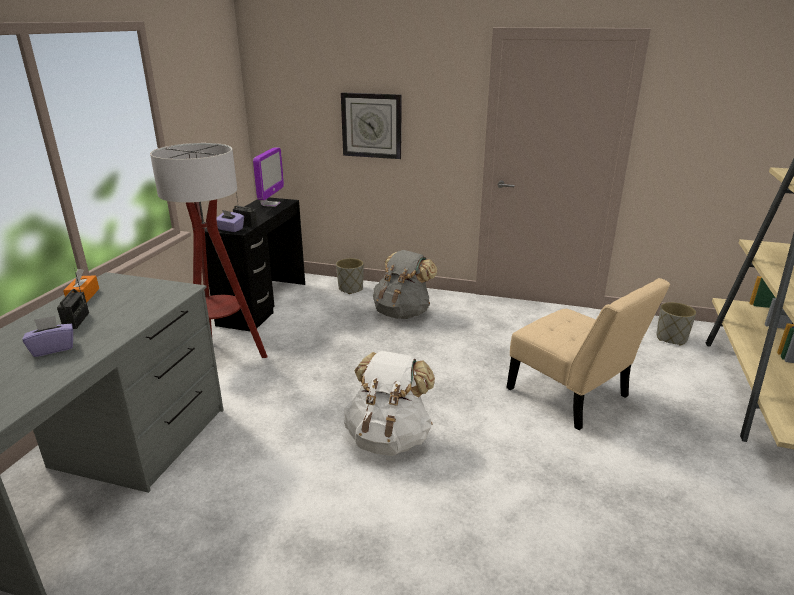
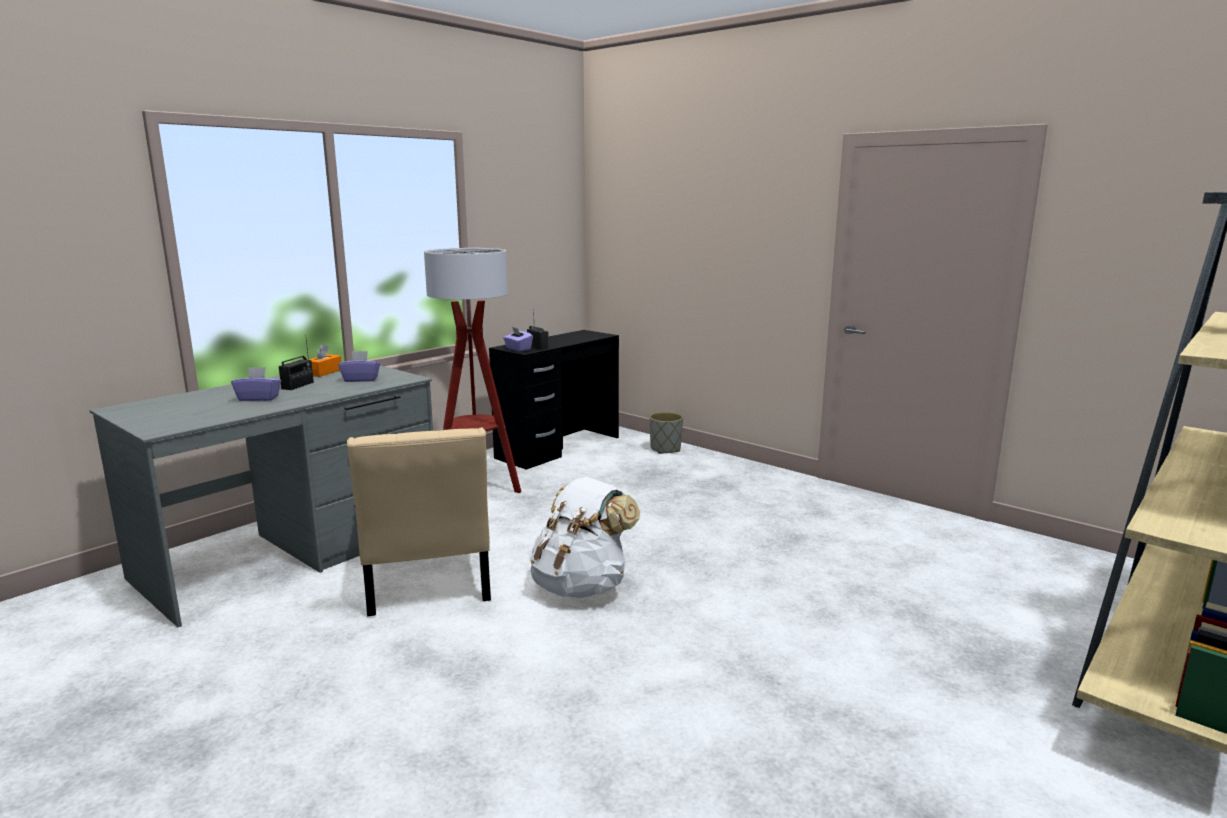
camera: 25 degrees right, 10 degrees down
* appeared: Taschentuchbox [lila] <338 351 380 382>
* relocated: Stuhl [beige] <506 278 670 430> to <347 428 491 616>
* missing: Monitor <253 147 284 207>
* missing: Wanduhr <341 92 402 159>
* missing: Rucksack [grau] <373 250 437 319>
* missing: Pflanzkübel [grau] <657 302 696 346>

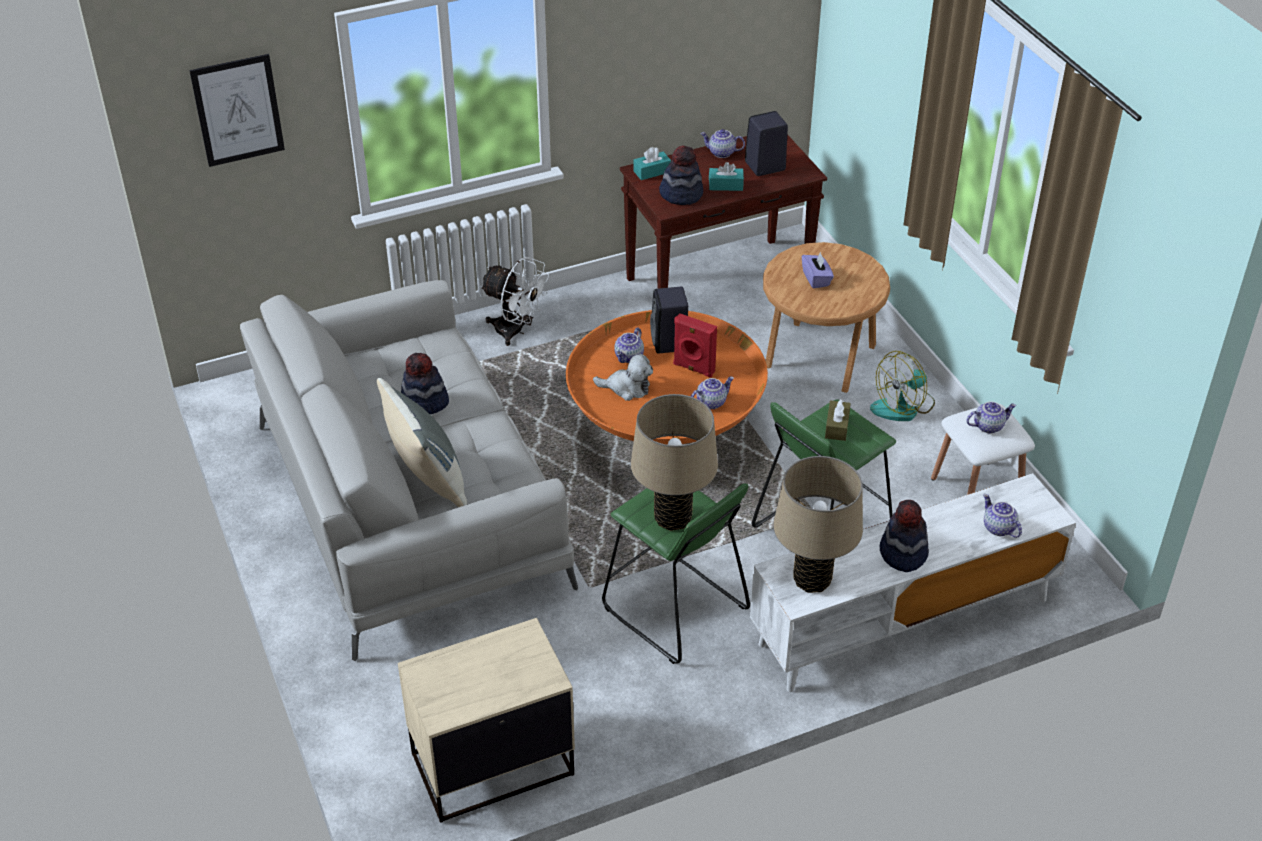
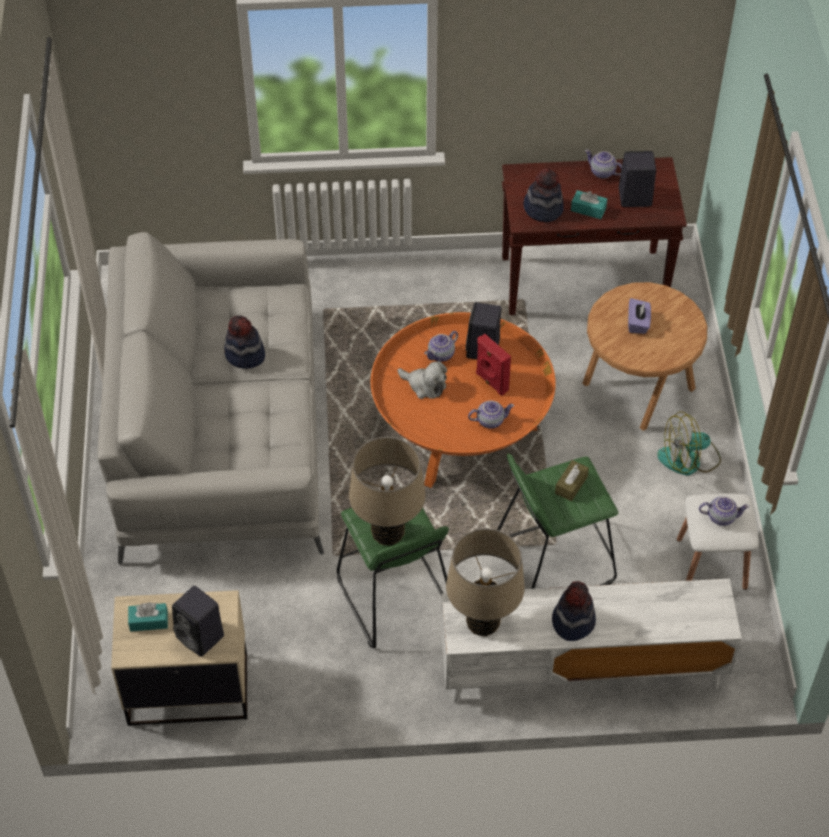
camera: 20 degrees right, 10 degrees up
* relocated: Taschentuchbox [türkis] <634 147 671 180> to <128 602 168 632>
* appeared: Lautsprecher [schwarz] <172 586 224 657>
* missing: Bild <189 54 285 167>
* missing: Kissen [grau] <377 378 467 507>
* missing: Ventilator [weiß] <480 257 549 346>
* missing: Teekanne <983 494 1022 538>

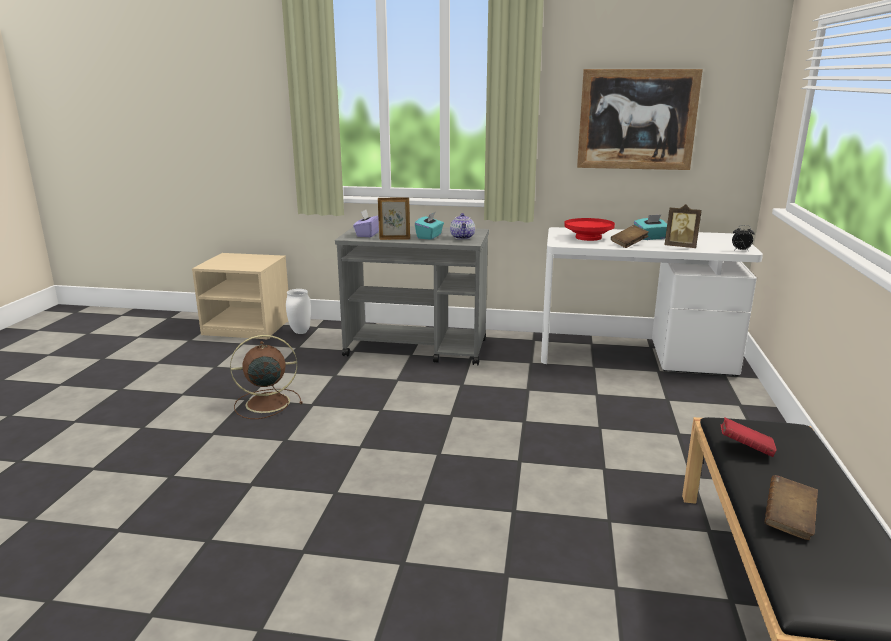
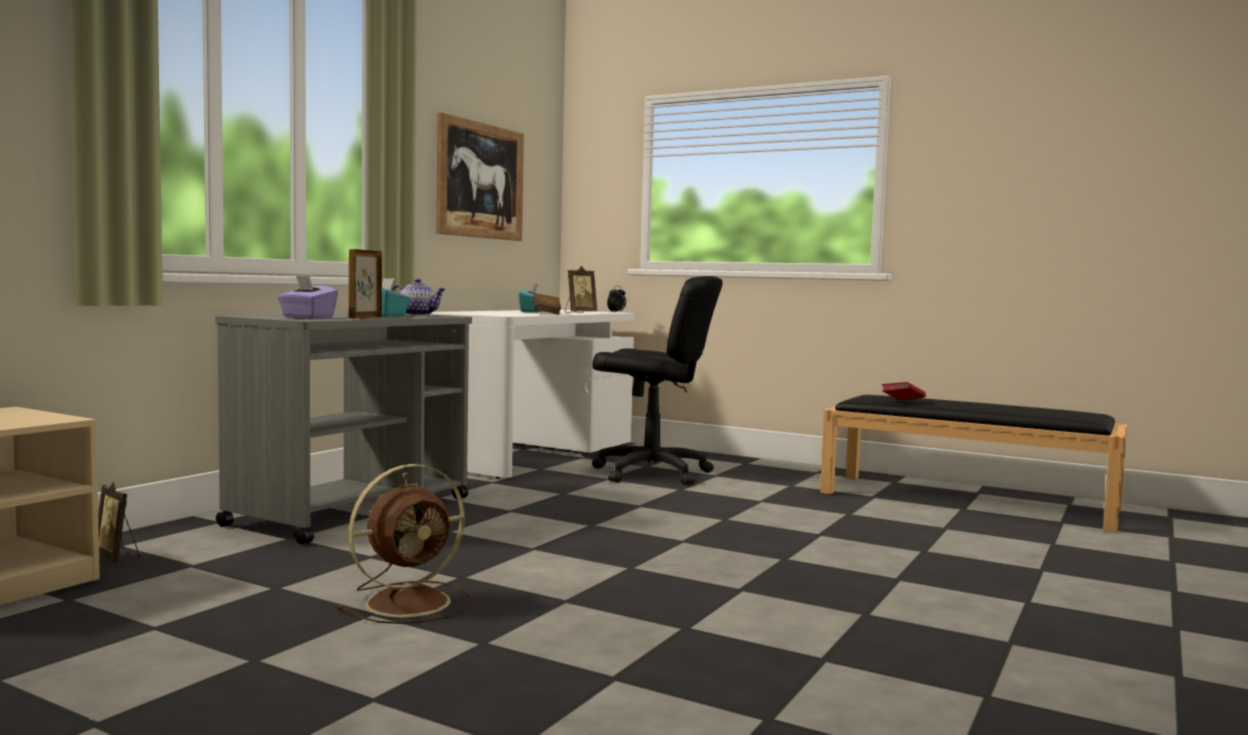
camera: 70 degrees left, 15 degrees down
* exchanged: Vase [weiß] <286 289 311 334> to Bilderrahmen <98 482 140 562>
* spun: Ventilator [braun] <230 335 303 419> = <337 464 472 624> 135 degrees counterclockwise
* appeared: Bürostuhl [schwarz] <592 276 723 485>
* missing: Schüssel [rot] <564 218 615 241>
* missing: Buch [braun] <764 475 818 540>

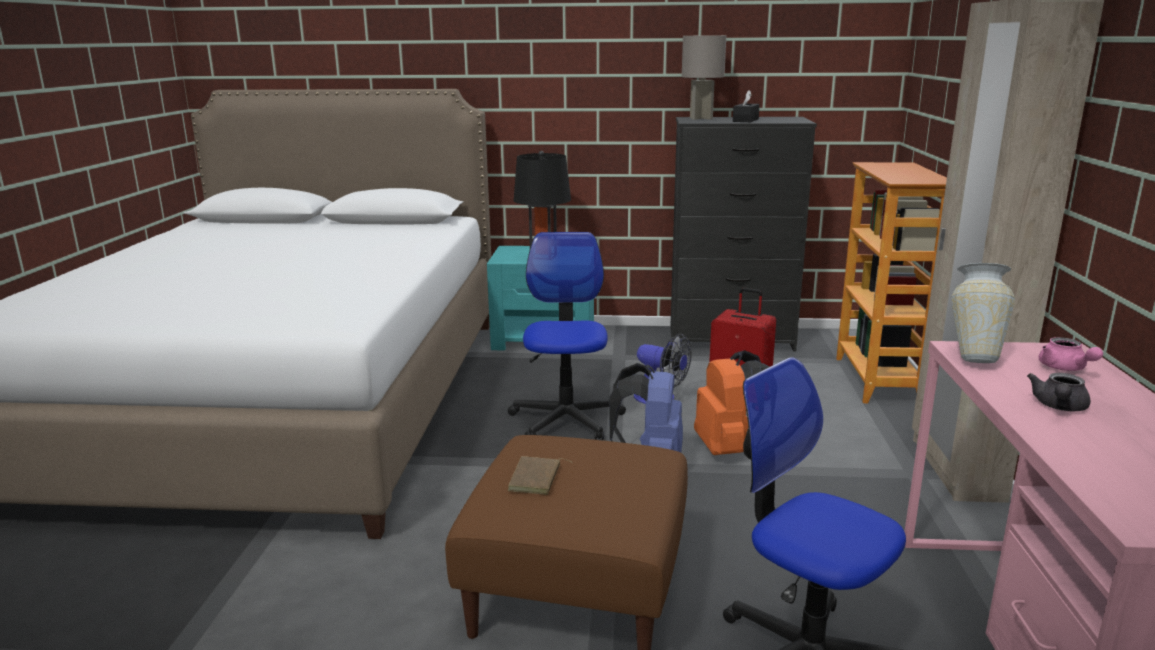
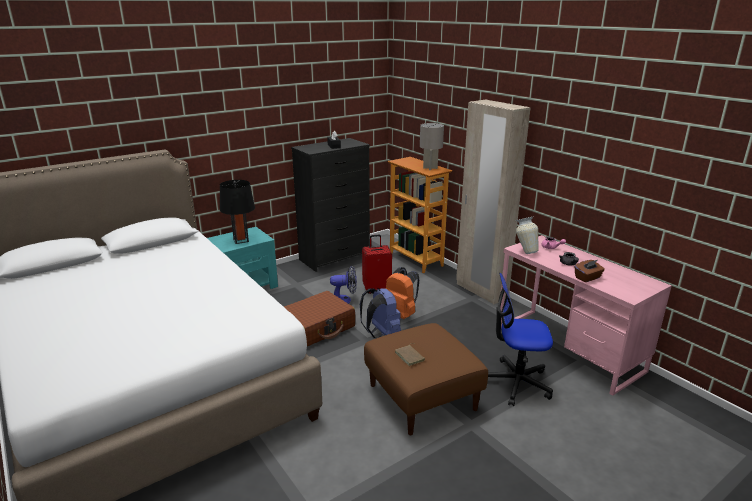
camera: 40 degrees left, 5 degrees up
* exchanged: Bürostuhl <508 232 626 440> to Koffer [braun] <284 291 355 346>
* relocated: Tischlampe [grau] <682 35 726 120> to <420 123 444 170>
* appeared: Taschentuchbox [braun] <575 260 605 282>

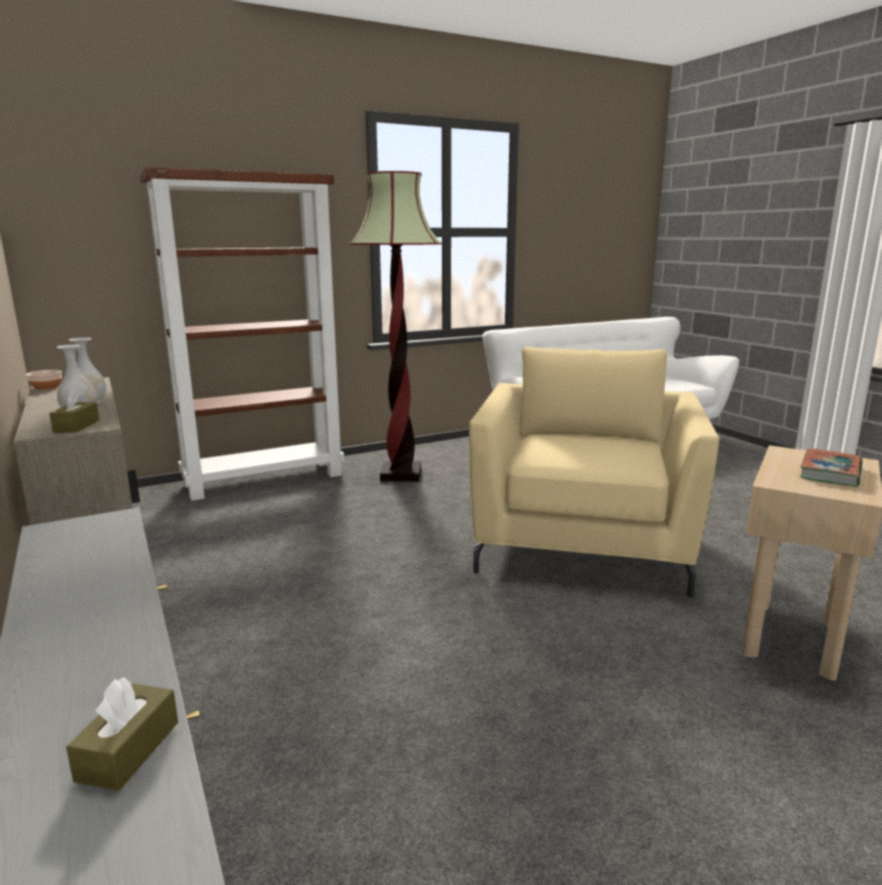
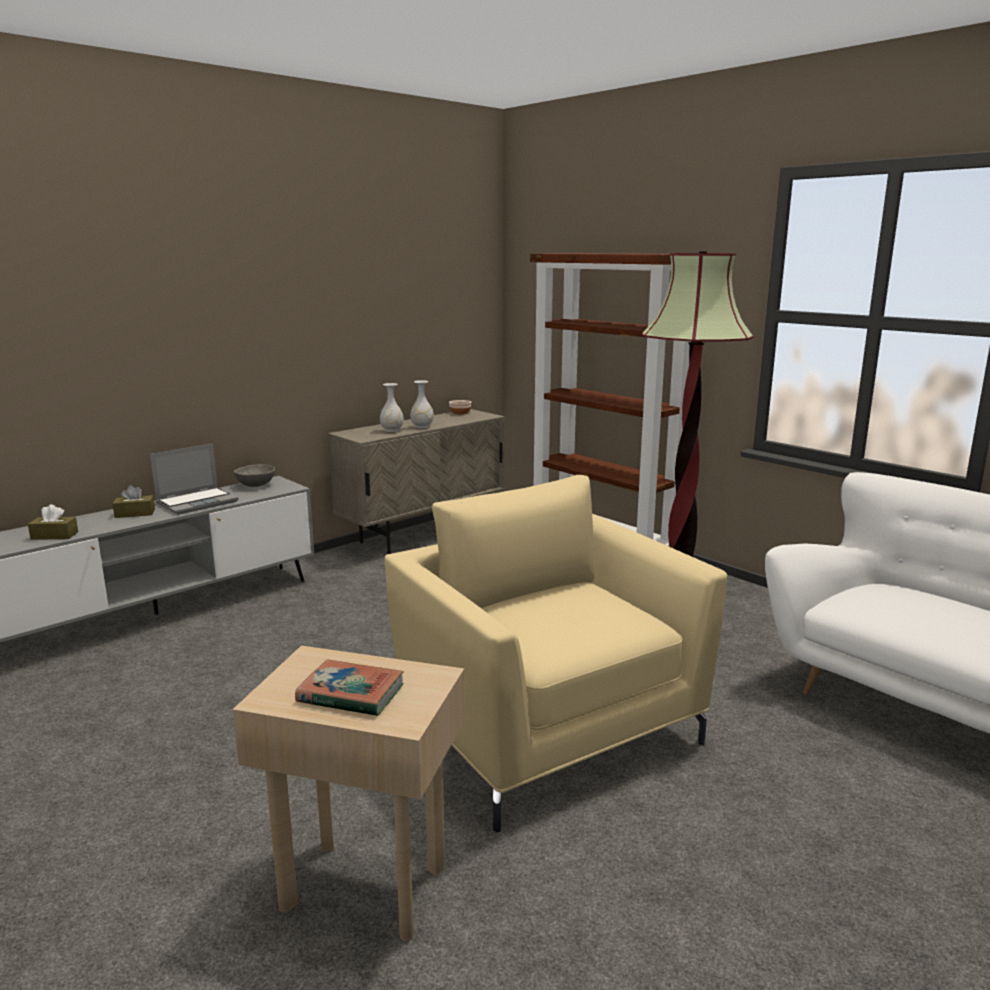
camera: 75 degrees right, 0 degrees up
* relocated: Taschentuchbox [braun] <49 389 99 432> to <112 485 155 518>
* appeared: Laptop <150 443 239 515>
* appeared: Schüssel [grau] <234 464 275 487>
* spun: Sessel [beige] <469 347 719 597> = <385 475 727 832> 120 degrees counterclockwise

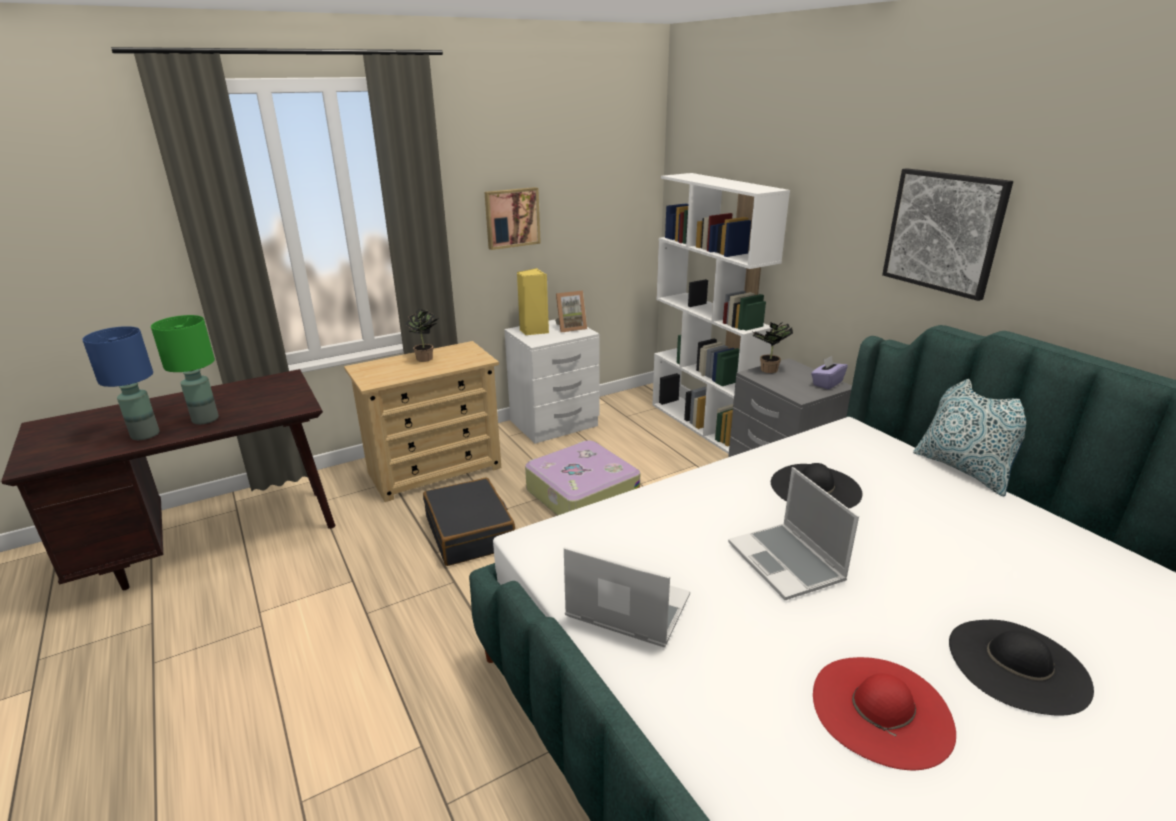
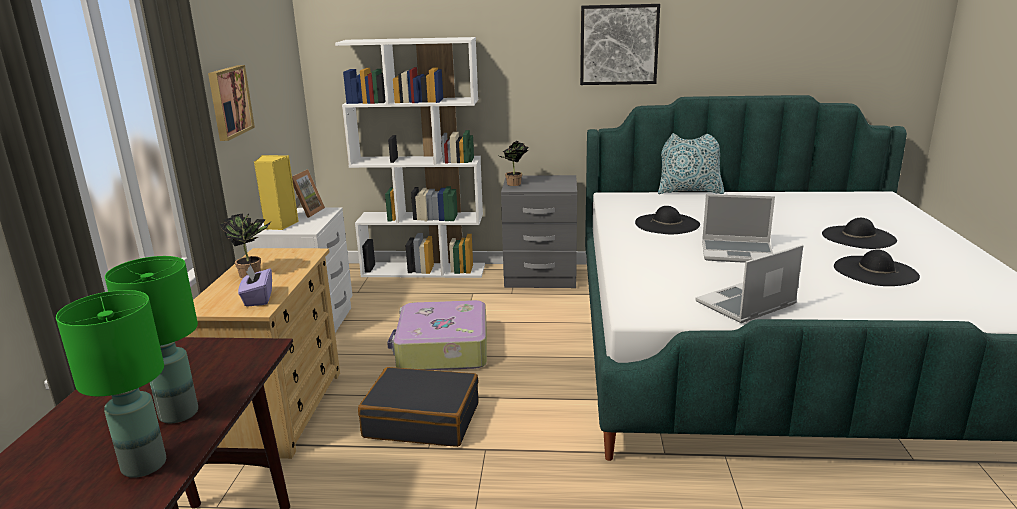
camera: 55 degrees left, 5 degrees down
* colour: Tischlampe [blau] <82 326 159 440> to Tischlampe [grün] <56 290 166 478>
* relocated: Taschentuchbox [lila] <811 356 848 390> to <238 265 272 307>
* colour: Hut [rot] <813 657 956 770> to Hut [schwarz] <834 249 920 286>

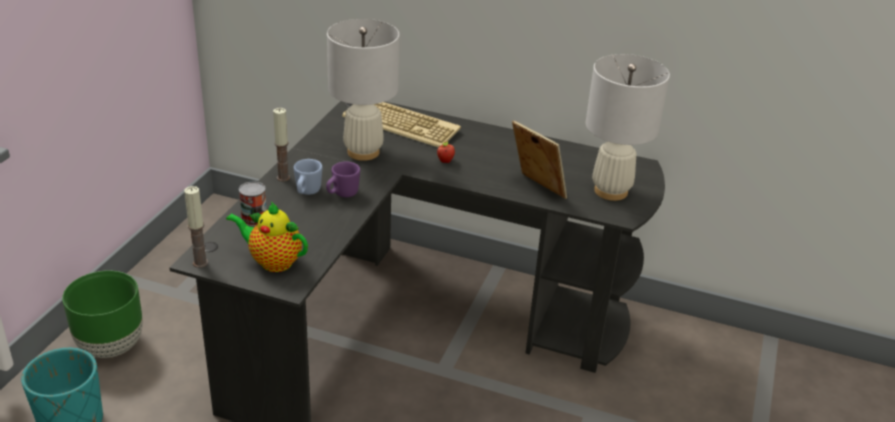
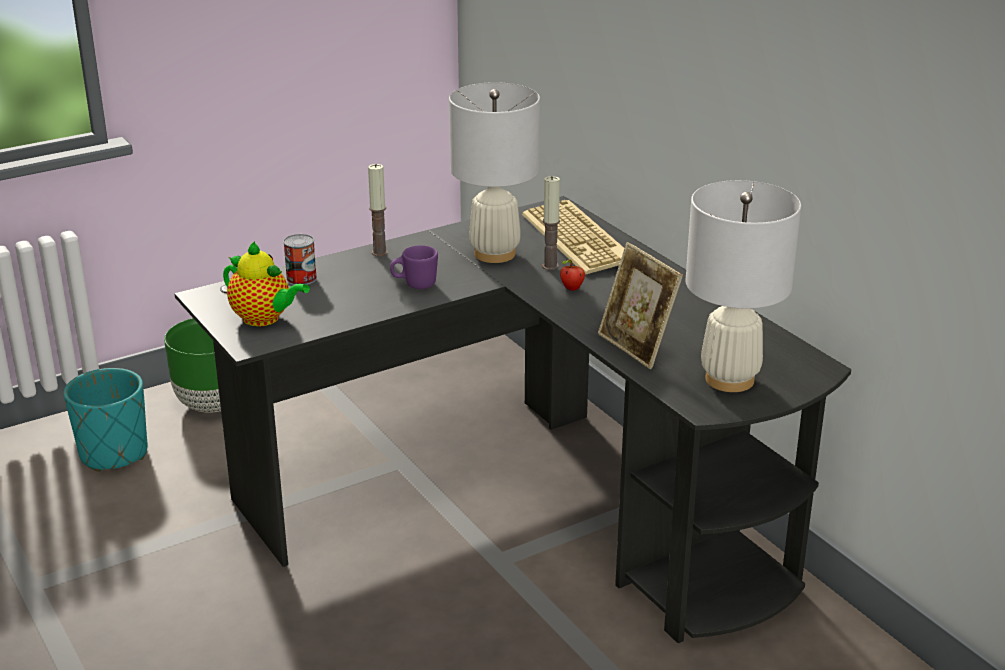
camera: 40 degrees right, 5 degrees down
* spun: Teekanne <226 202 308 272> = <223 242 310 326> 150 degrees clockwise
* relocated: Kerze <184 186 208 268> to <542 176 560 270>
* spun: Bilderrahmen <512 120 567 199> = <598 242 683 369> 150 degrees clockwise
* missing: Henkelbecher [blau] <294 159 322 195>

